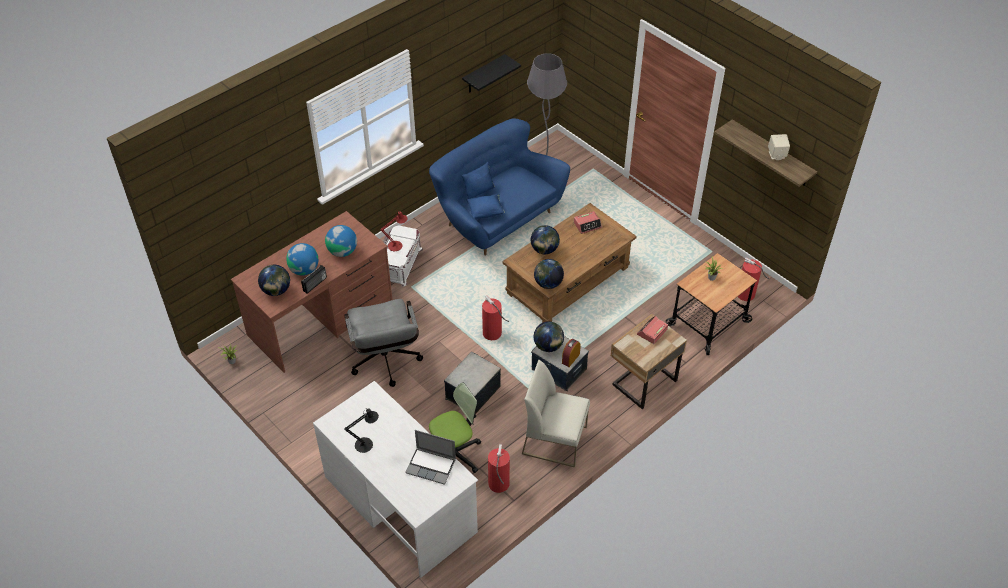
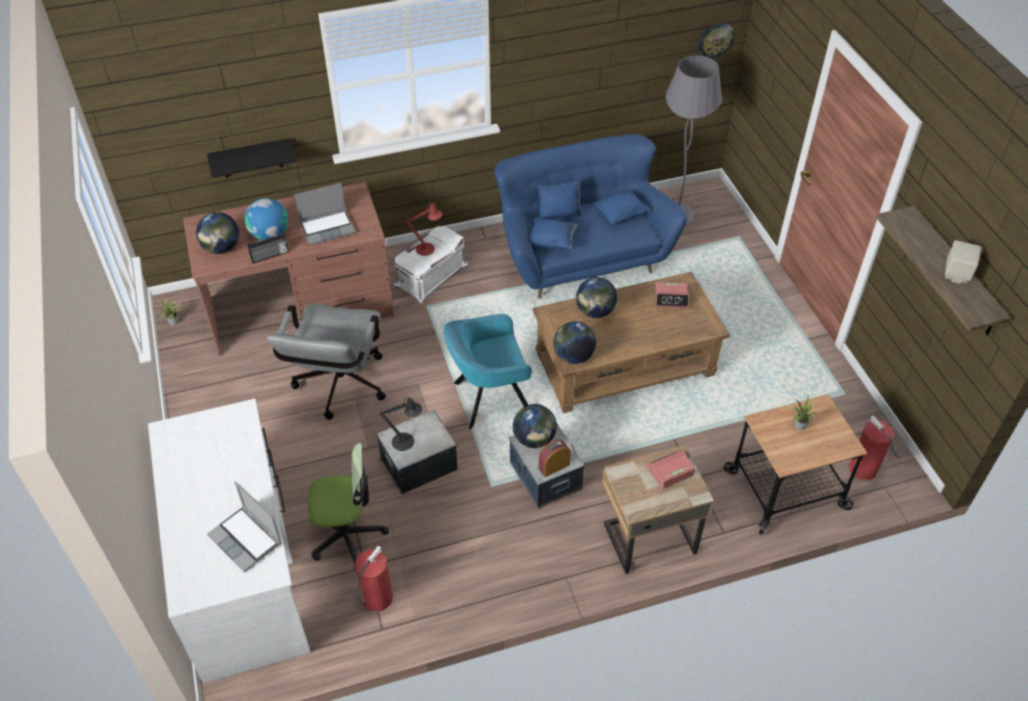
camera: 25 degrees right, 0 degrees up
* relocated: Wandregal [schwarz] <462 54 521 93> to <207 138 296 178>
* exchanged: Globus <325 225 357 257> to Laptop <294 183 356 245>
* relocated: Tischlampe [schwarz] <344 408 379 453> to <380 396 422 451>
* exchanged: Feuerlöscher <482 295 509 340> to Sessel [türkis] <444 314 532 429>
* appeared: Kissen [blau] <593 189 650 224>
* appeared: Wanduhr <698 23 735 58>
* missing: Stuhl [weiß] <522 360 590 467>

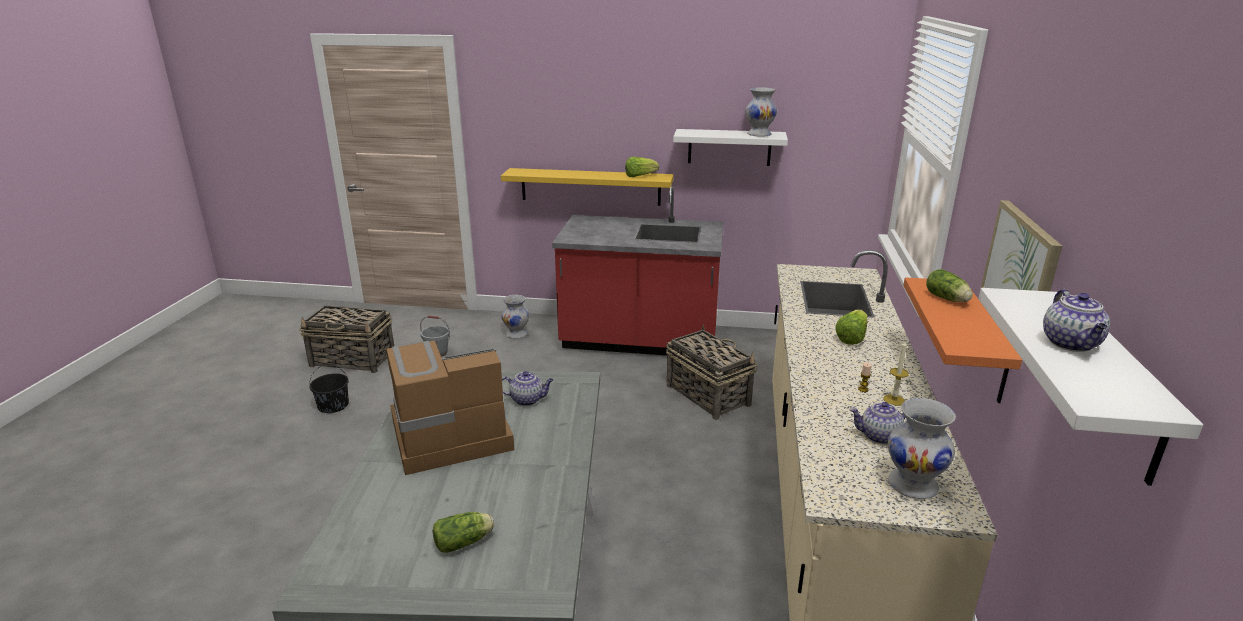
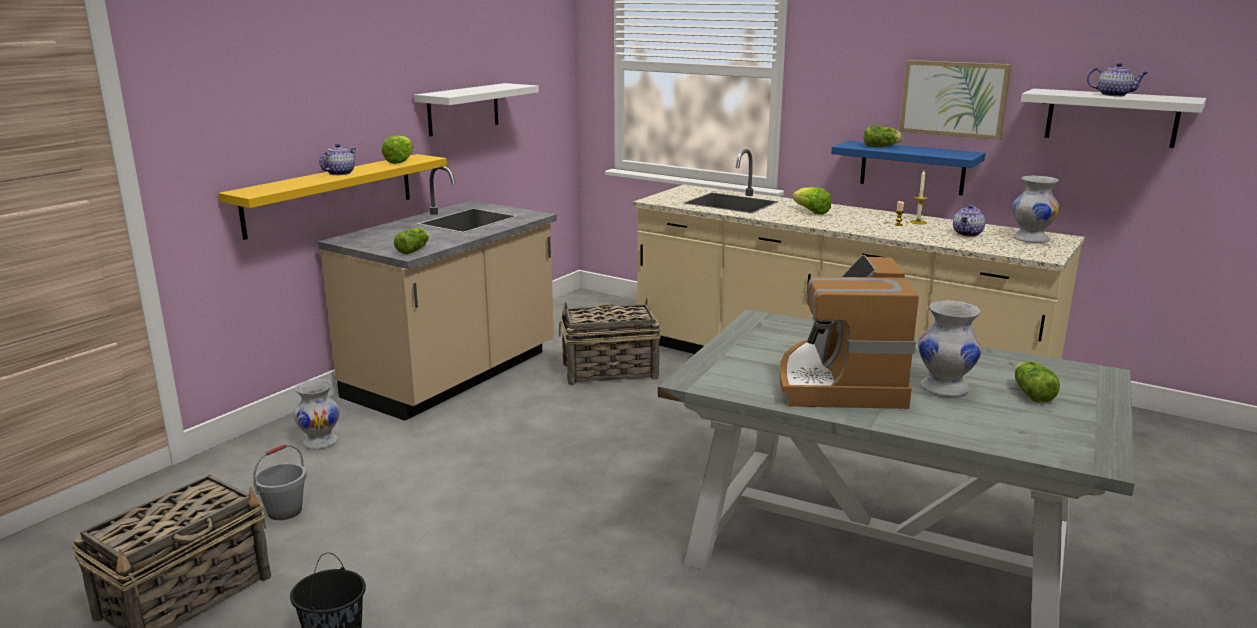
camera: 65 degrees left, 5 degrees down
* colour: Küchenzeile [rot] <552 186 723 356> to Küchenzeile [beige] <318 166 557 421>
* relocated: Teekanne <502 371 554 406> to <319 143 356 175>
* appeared: Salatkopf <394 228 429 254>
* colour: Wandregal [orange] <903 277 1022 403> to Wandregal [blau] <831 140 985 195>
* relocated: Vase [weiß] <745 87 777 137> to <918 301 982 397>

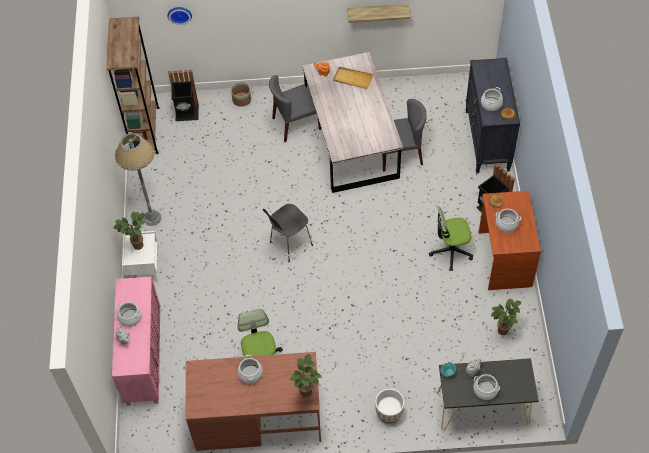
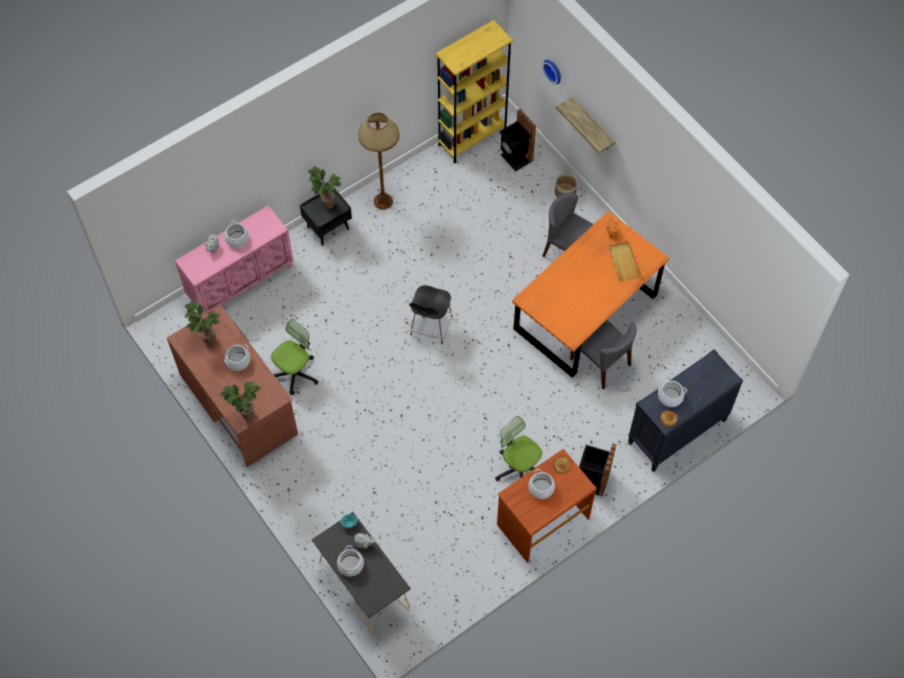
camera: 55 degrees right, 5 degrees up
* relocated: Topfpflanze <491 299 521 335> to <185 301 220 344>
* colour: Nachttisch [weiß] <122 231 158 281> to Nachttisch [schwarz] <300 188 352 246>
* colour: Stehlampe [grau] <115 133 161 226> to Stehlampe [braun] <358 113 400 210>
* spun: Stuhl [schwarz] <263 204 313 262> = <409 285 453 344> 90 degrees counterclockwise
* colour: Bücherregal [braun] <106 17 160 154> to Bücherregal [gelb] <435 20 513 163>
* colour: Esstisch [grau] <302 52 403 193> to Esstisch [orange] <512 211 669 378>
* relocated: Wandregal <347 4 410 23> to <556 97 615 154>
* missing: Pflanzkübel [weiß] <375 389 404 424>

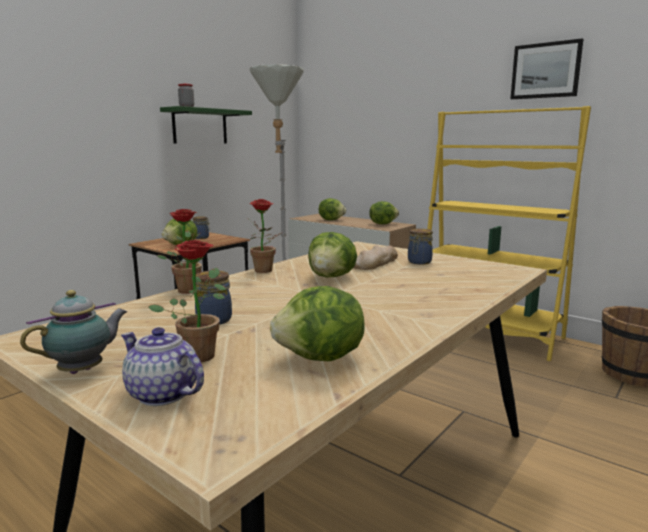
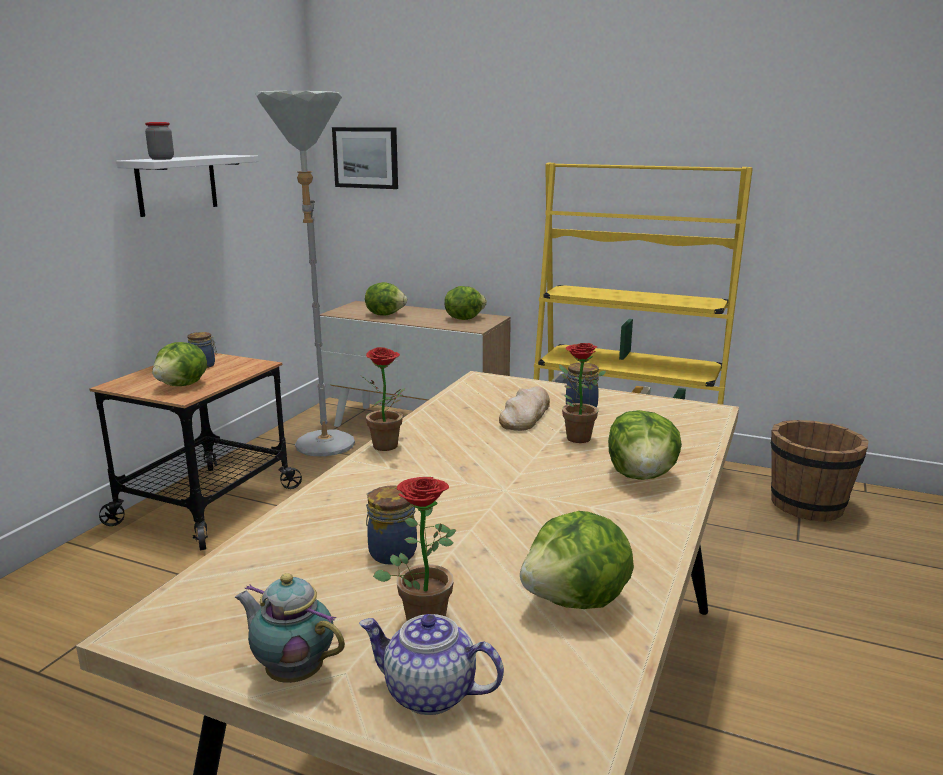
camera: 15 degrees left, 5 degrees up
* colour: Wandregal [grün] <160 106 252 144> to Wandregal [weiß] <116 155 258 217>
* spun: Teekanne <20 290 128 374> = <235 573 345 683> 90 degrees counterclockwise
* relocated: Bild <510 38 583 99> to <332 127 398 189>
* relocated: Topfpflanze <157 209 202 294> to <559 343 606 443>
* relocated: Salatkopf <308 232 357 278> to <608 410 682 480>

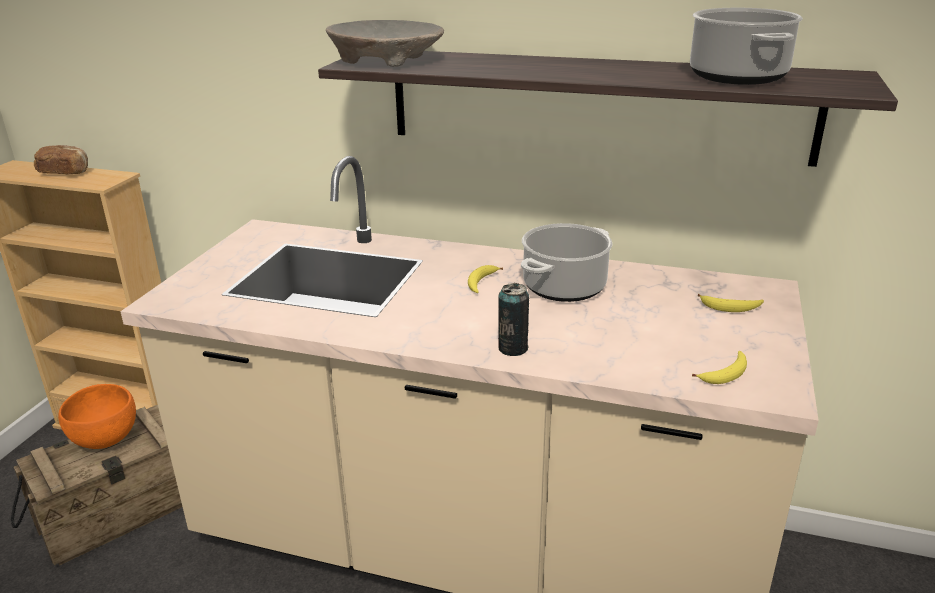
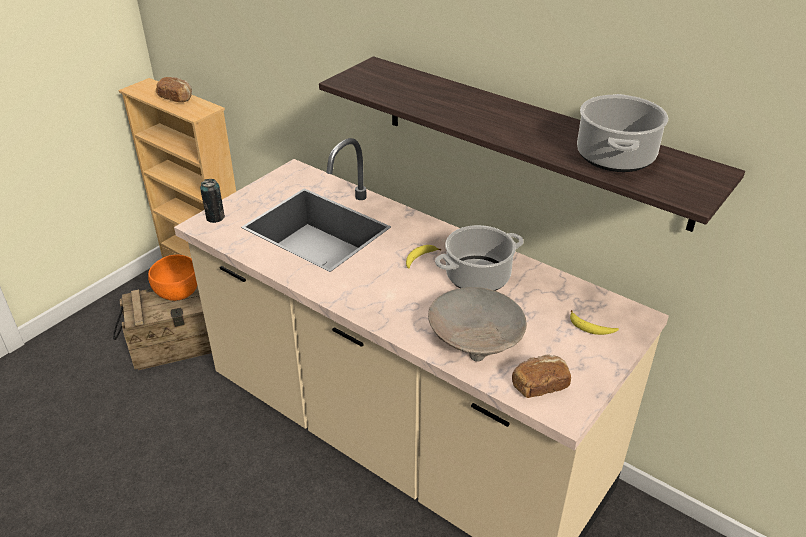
camera: 20 degrees right, 10 degrees up
* relocated: Dose <498 283 529 356> to <200 179 225 223>
* relocated: Schüssel [beige] <326 20 444 67> to <428 287 527 362>
* exchanged: Banane <692 351 747 384> to Brot <512 354 571 398>

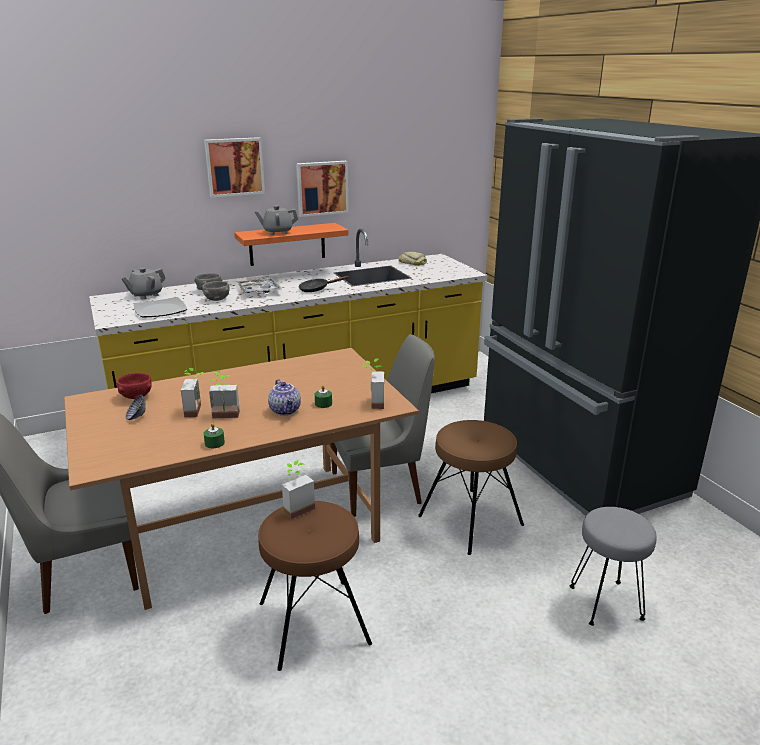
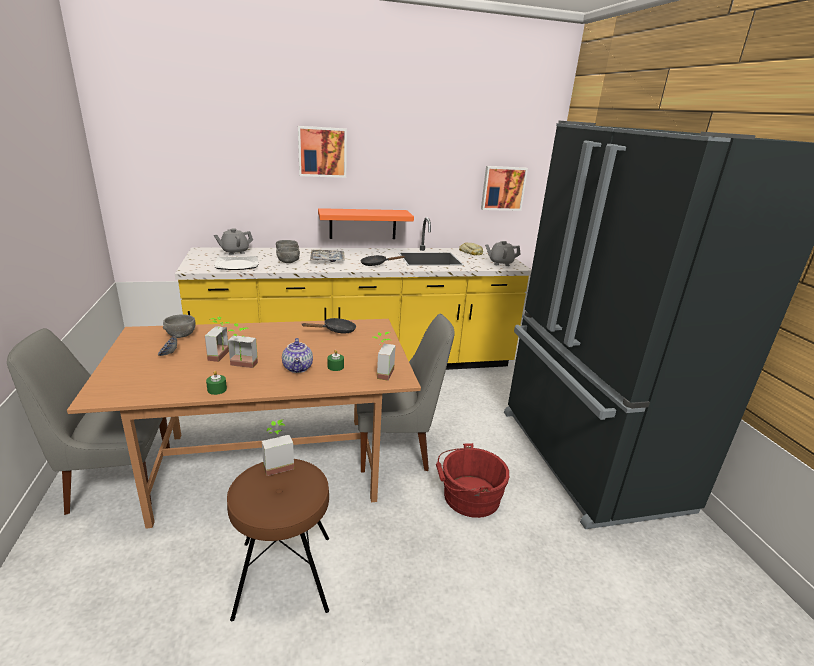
camera: 10 degrees right, 0 degrees up
* colour: Schüssel [rot] <116 373 152 399> to Schüssel [grau] <163 314 195 338>
* appeared: Pfanne [schwarz] <301 318 356 333>
* exchanged: Hocker [braun] <418 420 524 555> to Eimer [rot] <436 443 510 518>
* relocated: Bild <296 161 349 217> to <481 166 528 211>
* relocated: Teekanne [grau] <255 205 298 235> to <485 241 521 266>
* missing: Hocker [grau] <569 507 657 626>

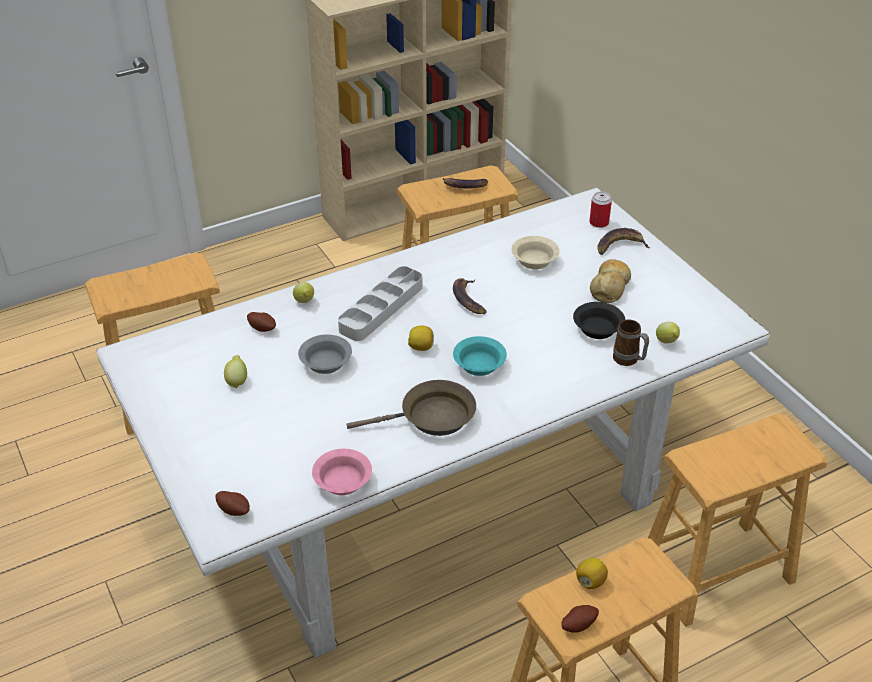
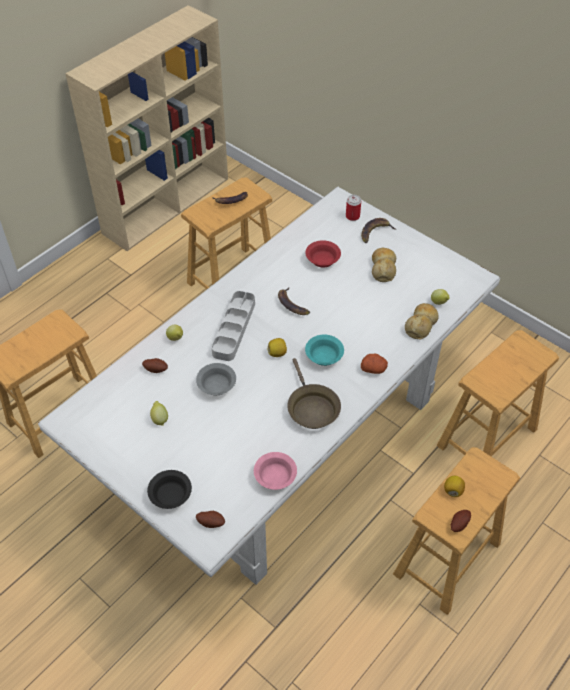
camera: 20 degrees left, 10 degrees up
* relocated: Schüssel [schwarz] <573 302 625 339> to <147 470 192 509>
* spun: Pfanne [braun] <347 380 476 436> = <287 358 341 429> 105 degrees clockwise
* colour: Schüssel [beige] <511 236 560 269> to Schüssel [rot] <305 240 341 268>
* appeared: Kartoffel <361 353 388 374>
* exchanged: Henkelbecher <613 319 649 366> to Brot <405 303 439 340>

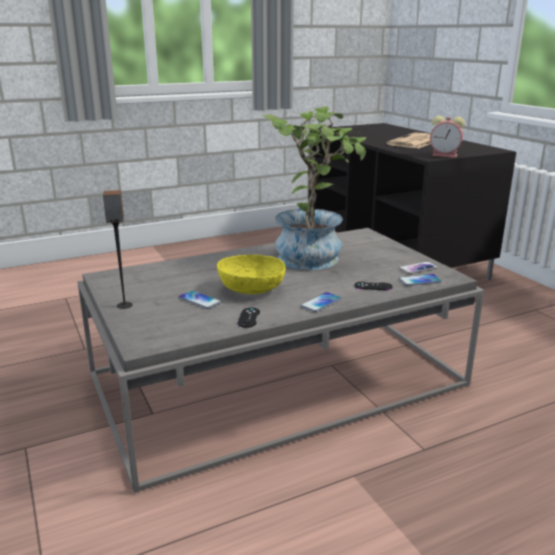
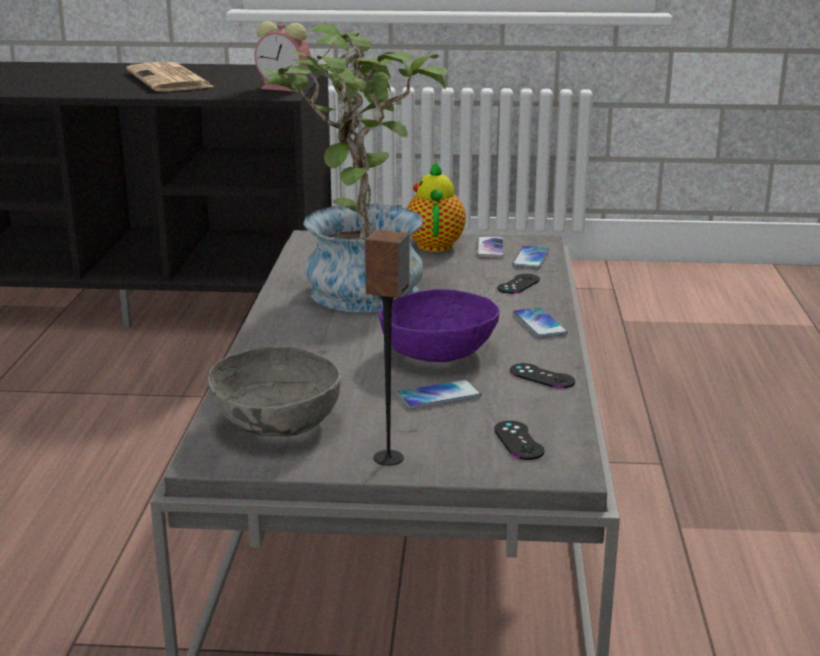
camera: 60 degrees left, 0 degrees up
* appeared: Schüssel [grau] <208 346 341 437>
* spun: Wecker <430 116 465 158> = <254 21 311 92> 60 degrees clockwise
* colour: Schüssel [gelb] <217 255 286 294> to Schüssel [lila] <379 289 499 362>
* appeared: Teekanne <407 160 466 252>
* appeared: Gamepad [schwarz] <494 421 544 460>

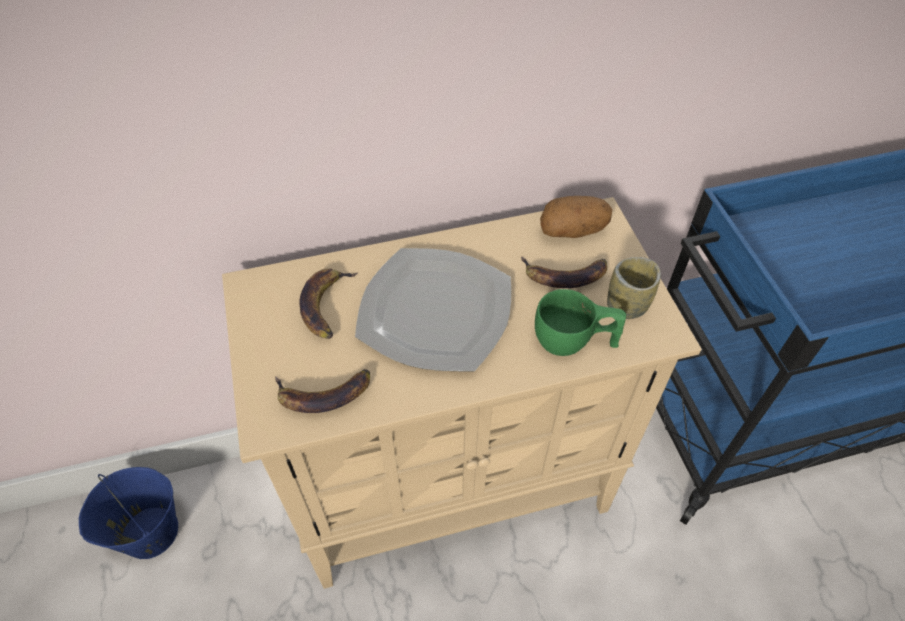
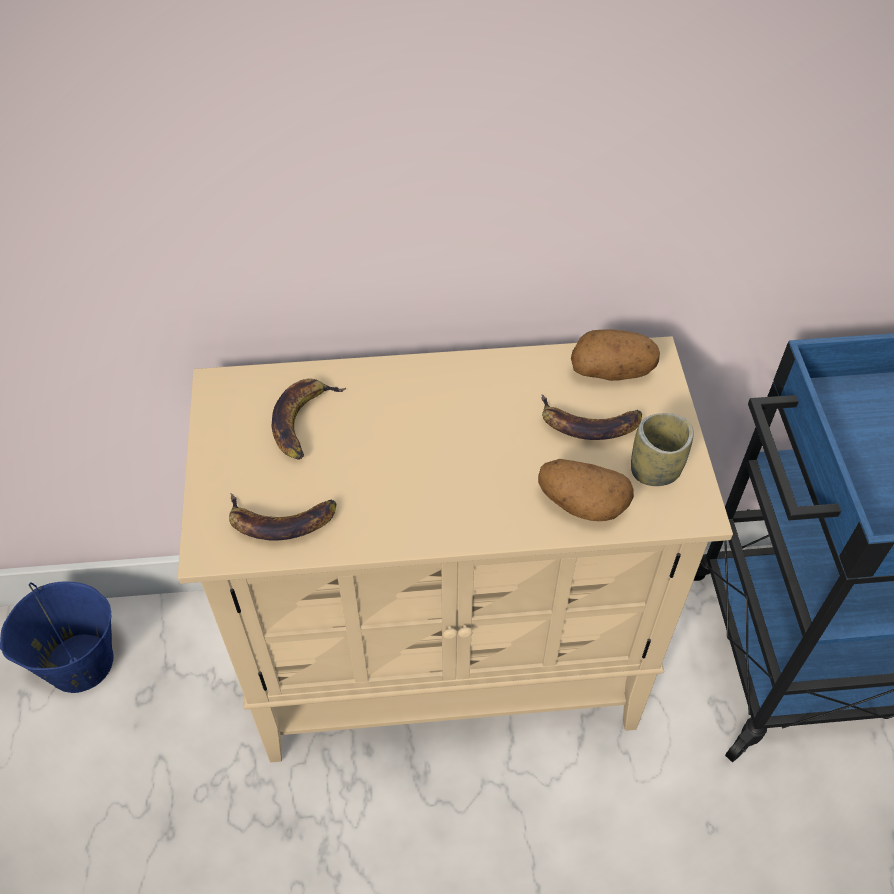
camera: 10 degrees right, 0 degrees up
* exchanged: Tasse [grün] <535 289 626 356> to Kartoffel <538 459 634 521>
* missing: Teller <355 248 511 371>

